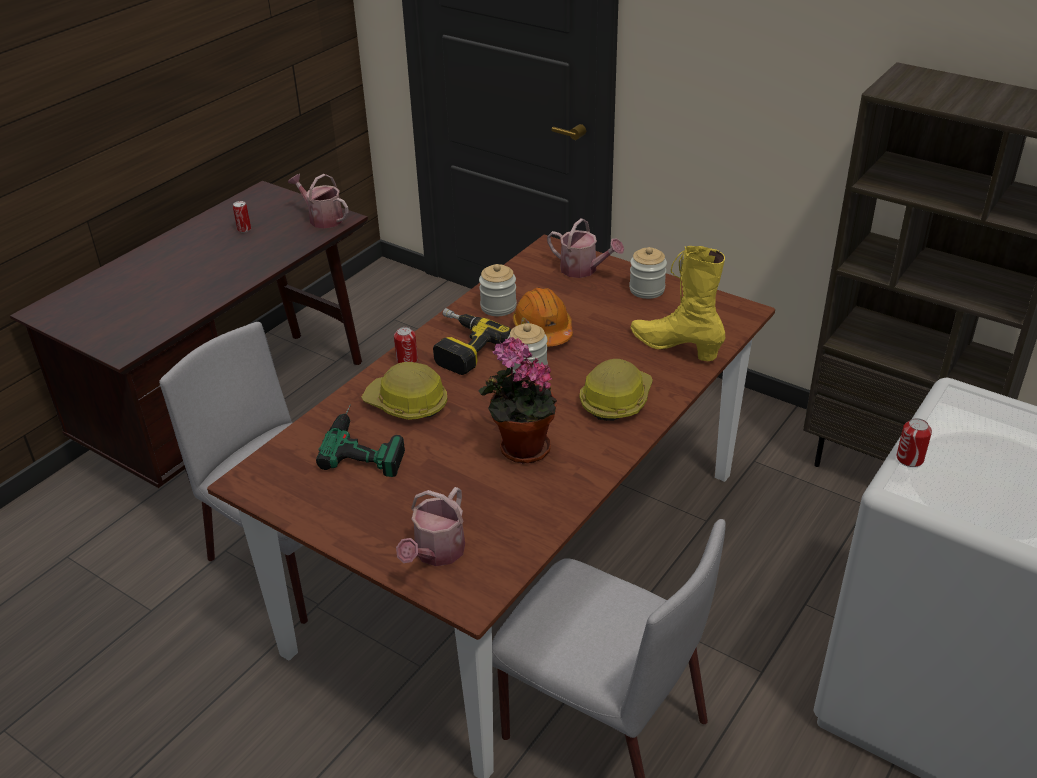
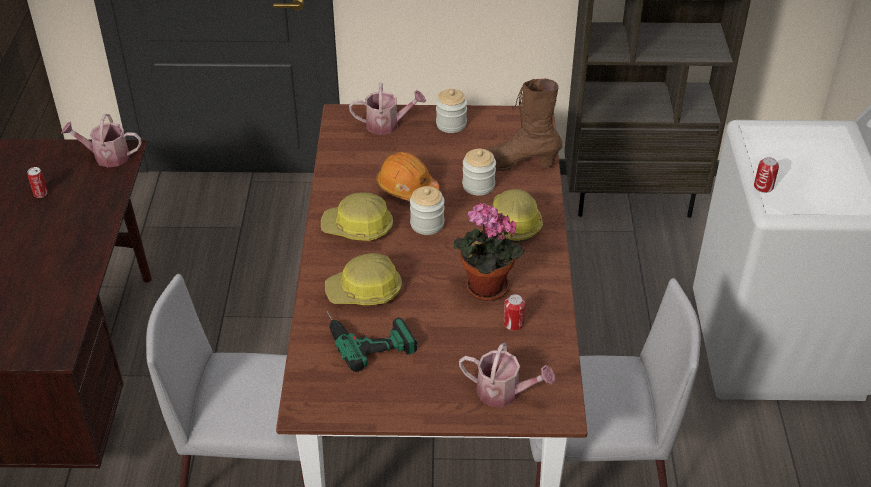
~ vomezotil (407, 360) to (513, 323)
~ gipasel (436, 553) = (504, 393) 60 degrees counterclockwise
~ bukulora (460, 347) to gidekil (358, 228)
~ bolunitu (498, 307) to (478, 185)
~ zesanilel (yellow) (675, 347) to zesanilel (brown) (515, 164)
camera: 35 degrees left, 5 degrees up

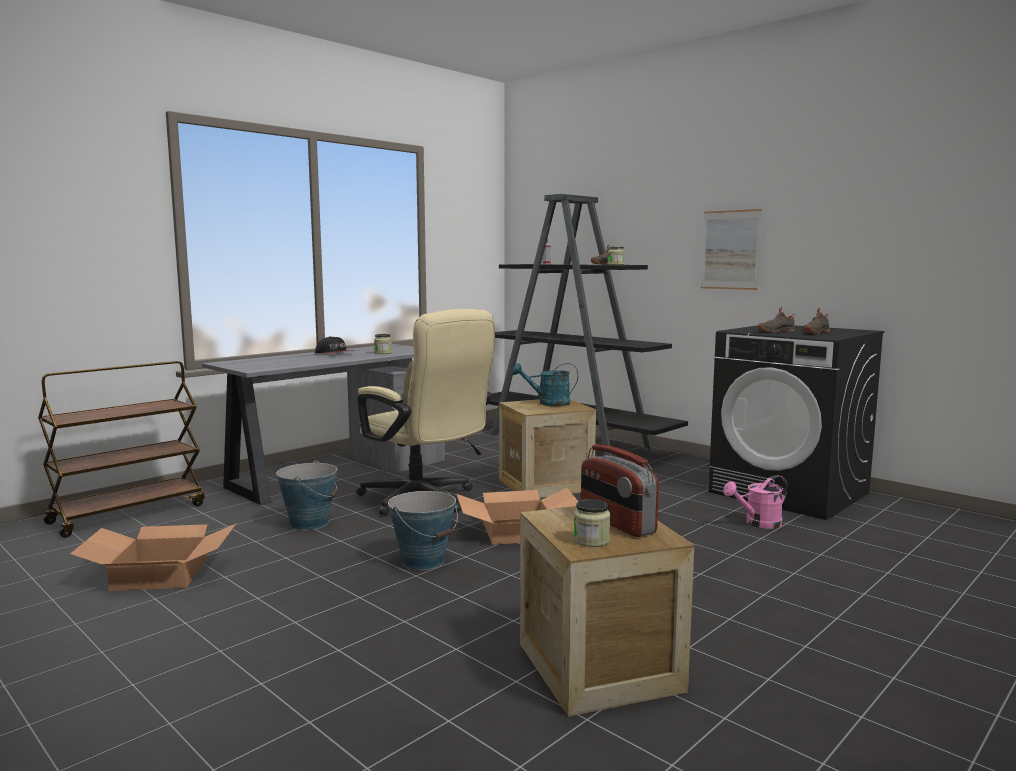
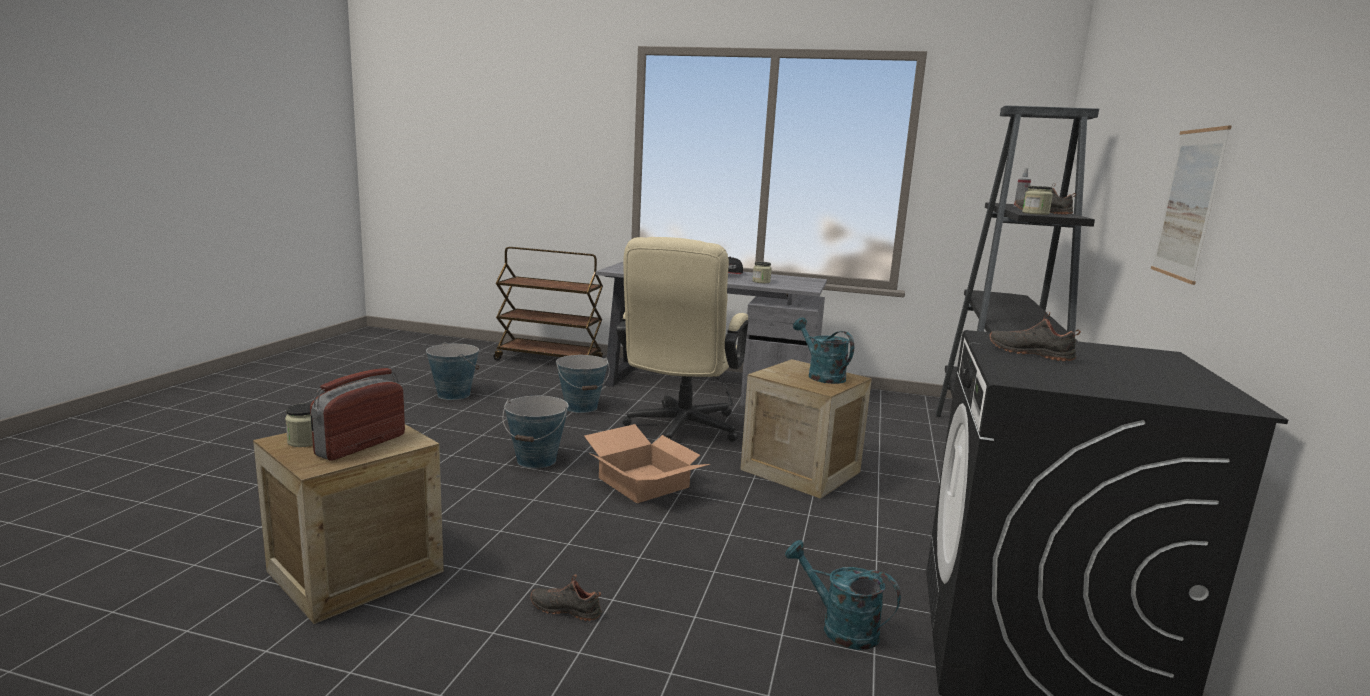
~ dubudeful (158, 575) to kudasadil (453, 394)
~ gipasel (pink) (758, 524) to gipasel (turquoise) (840, 627)
~ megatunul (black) (815, 332) to (566, 609)
camera: 60 degrees right, 5 degrees up

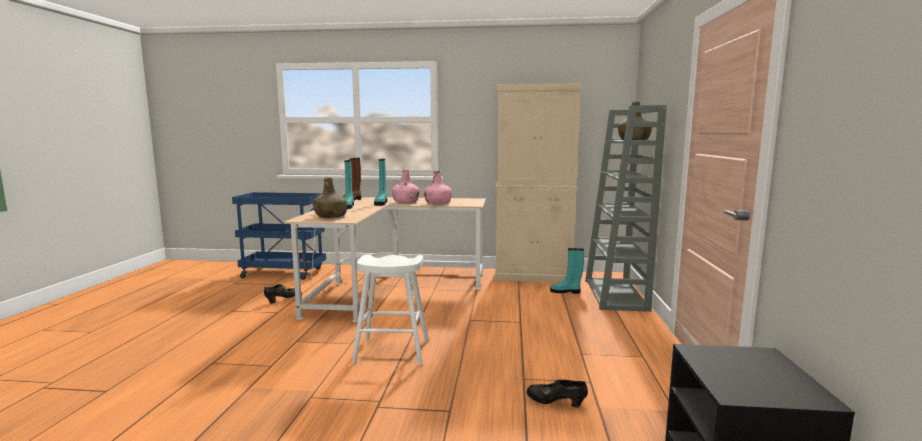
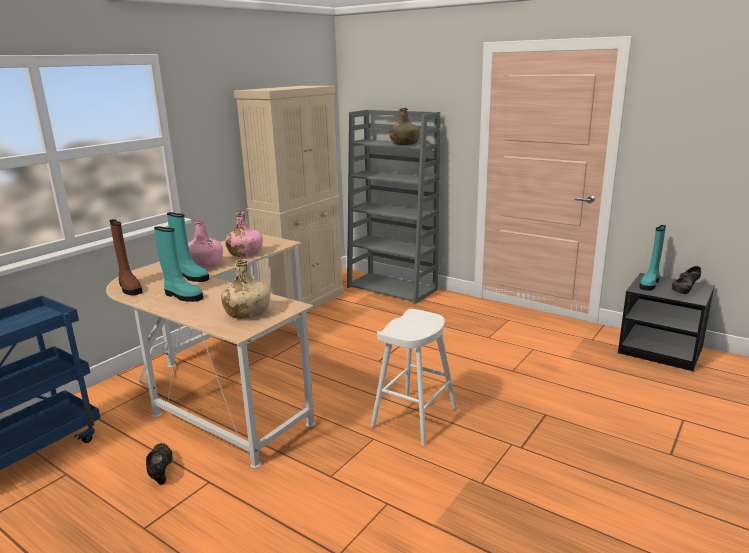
~ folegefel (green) (331, 216) to folegefel (beige) (247, 313)
~ megatunul (black) (556, 403) to (684, 291)
~ zesanilel (turquoise) (566, 291) to (649, 284)
camera: 60 degrees left, 10 degrees up

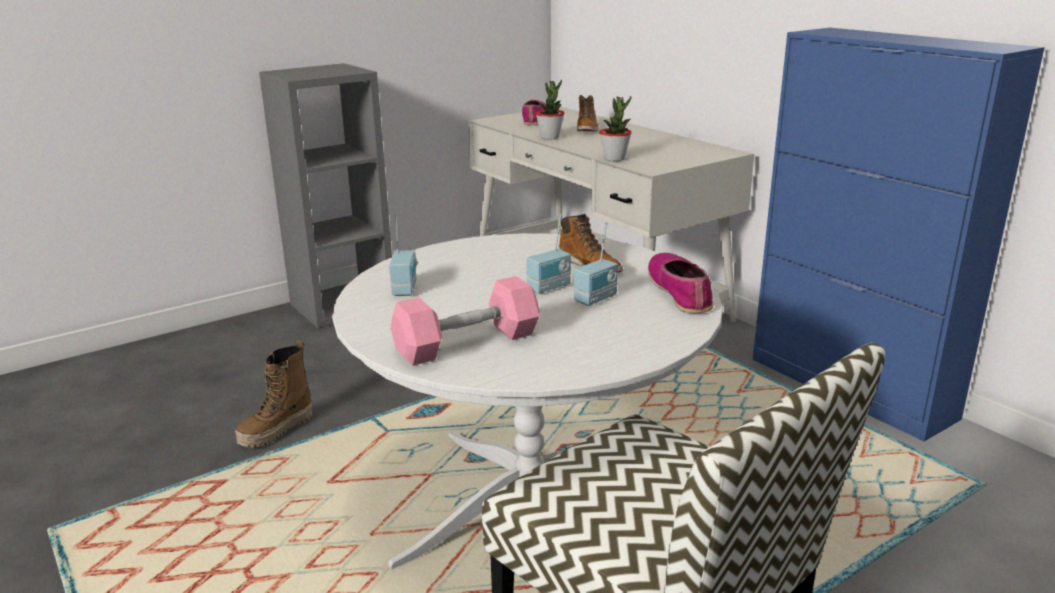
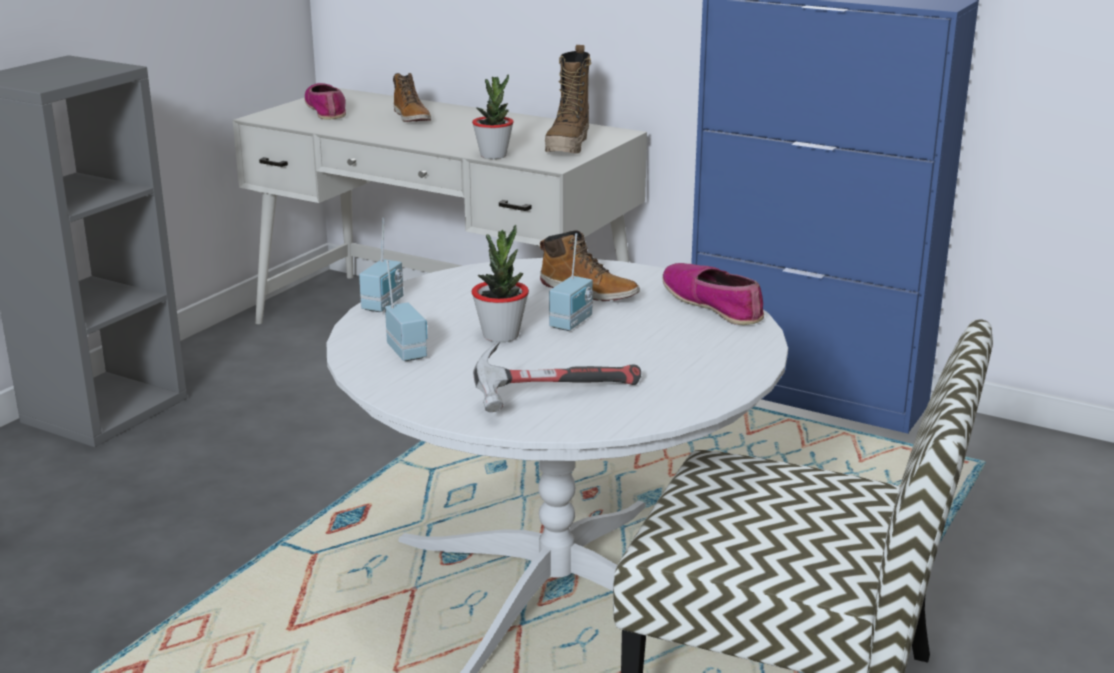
~ zesanilel (276, 431) to (568, 147)
~ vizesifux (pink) (467, 343) to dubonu (552, 397)
~ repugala (550, 137) to (501, 335)
~ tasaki (597, 299) to (384, 304)
camera: 25 degrees left, 0 degrees up

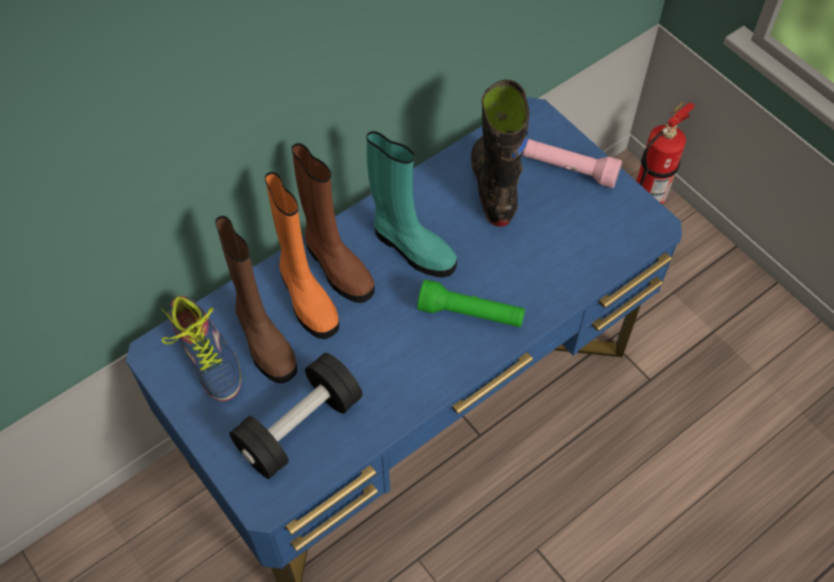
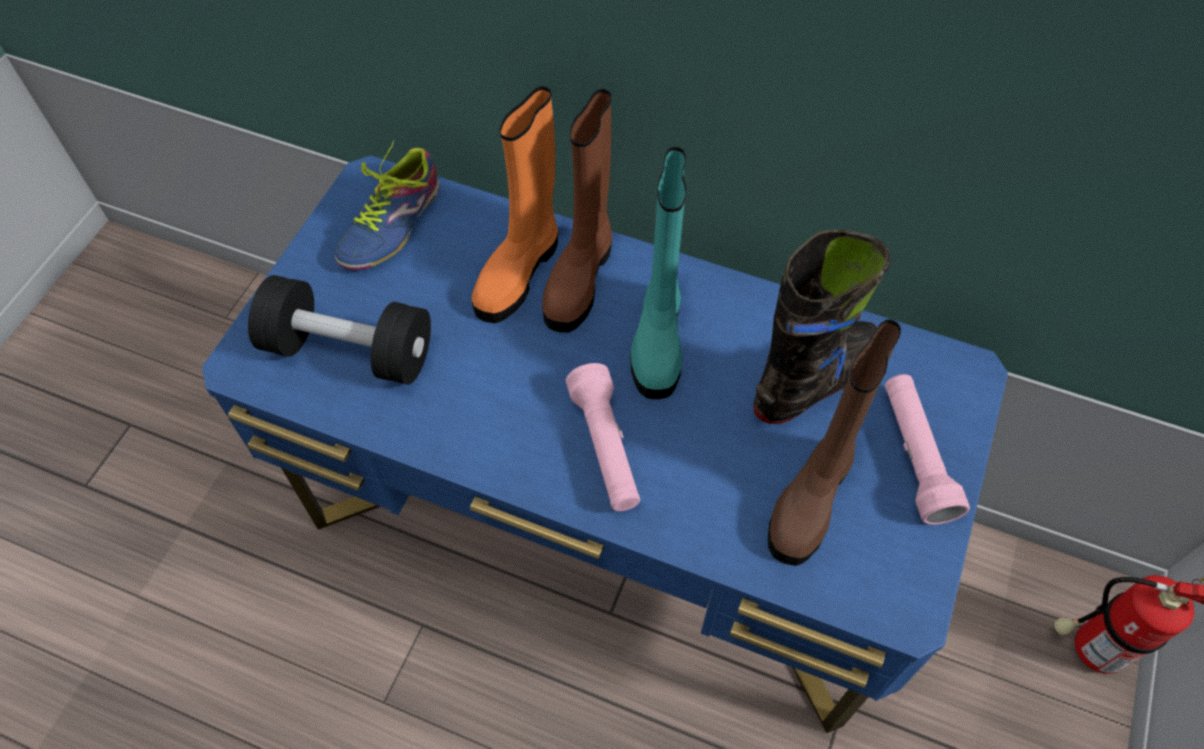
~ zesanilel (brown) (263, 340) to (812, 497)
~ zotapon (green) (471, 314) to zotapon (pink) (605, 448)
camera: 60 degrees right, 0 degrees up

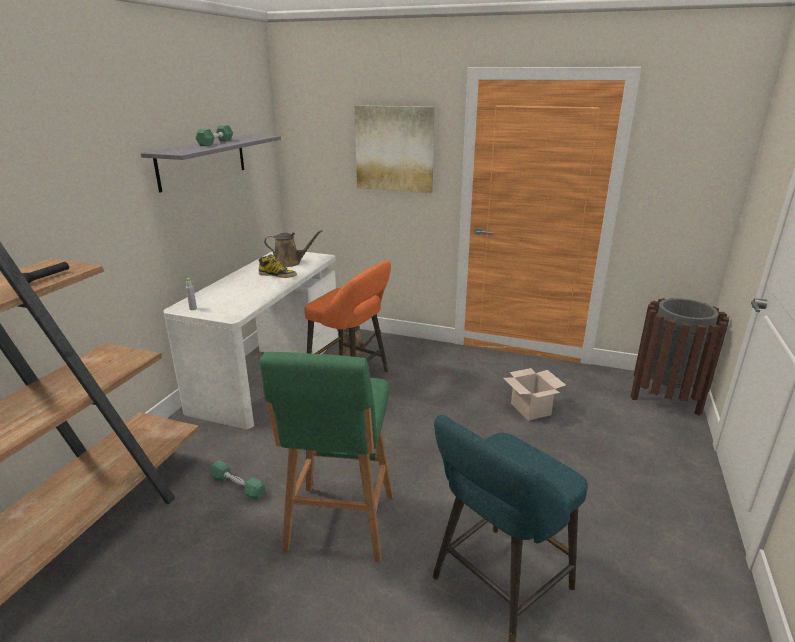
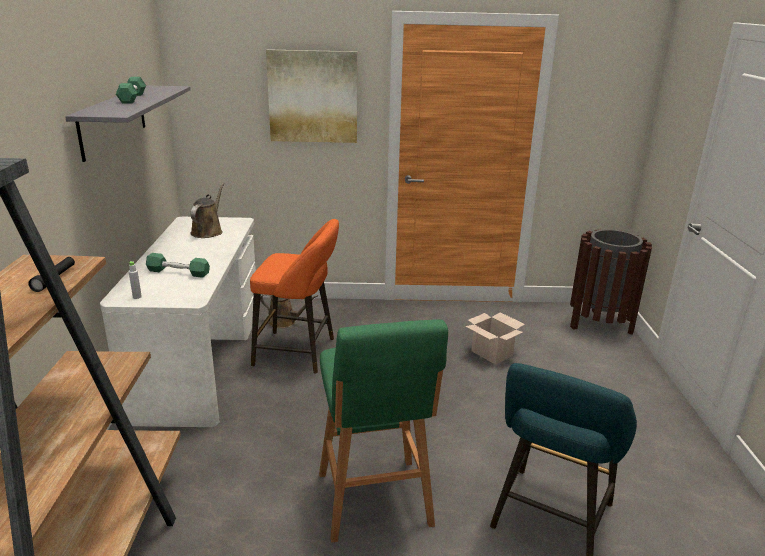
~ vizesifux (green) (238, 486) to (178, 272)
- zesanilel (278, 275)
~ gipasel (brown) (290, 263) = (208, 231) 60 degrees counterclockwise
camera: 20 degrees left, 0 degrees up

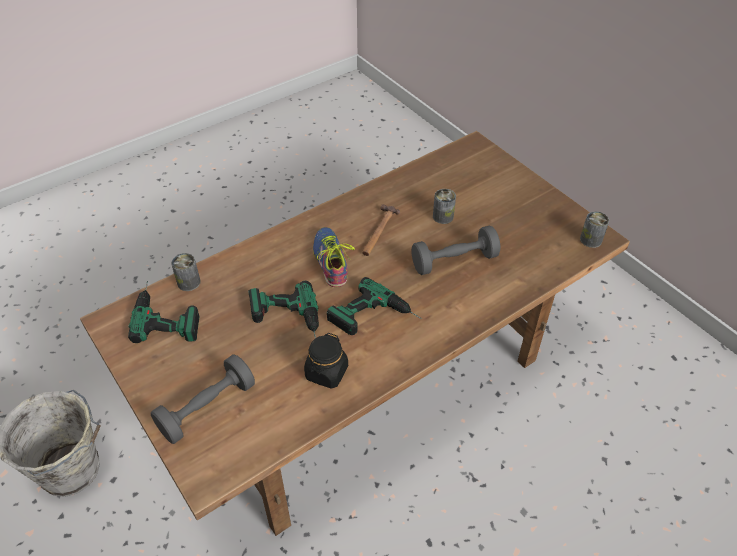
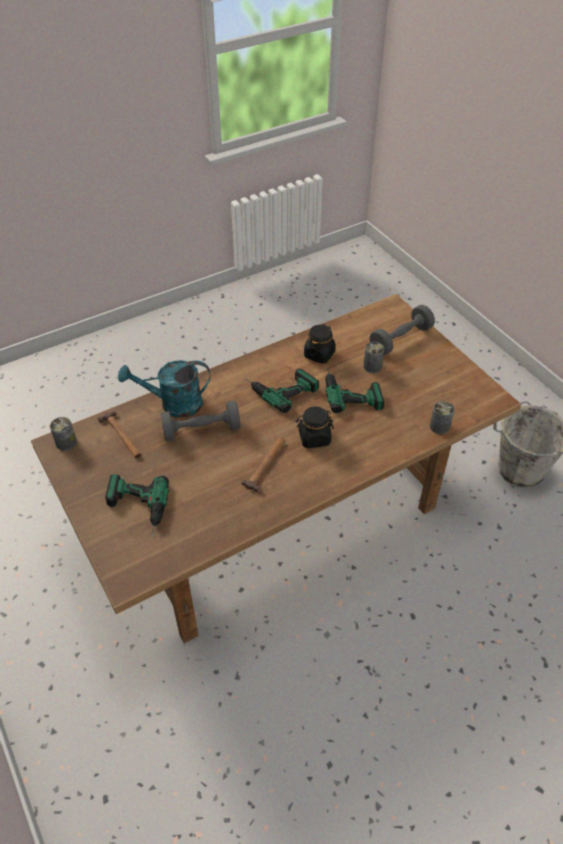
~ bukulora (167, 313) to (136, 510)
~ megatunul (330, 261) to bolunitu (black) (314, 438)
~ vomezotil (443, 216) to (372, 366)
+ dubonu (121, 436)
+ gipasel (turquoise) (173, 404)
camera: 175 degrees left, 0 degrees up

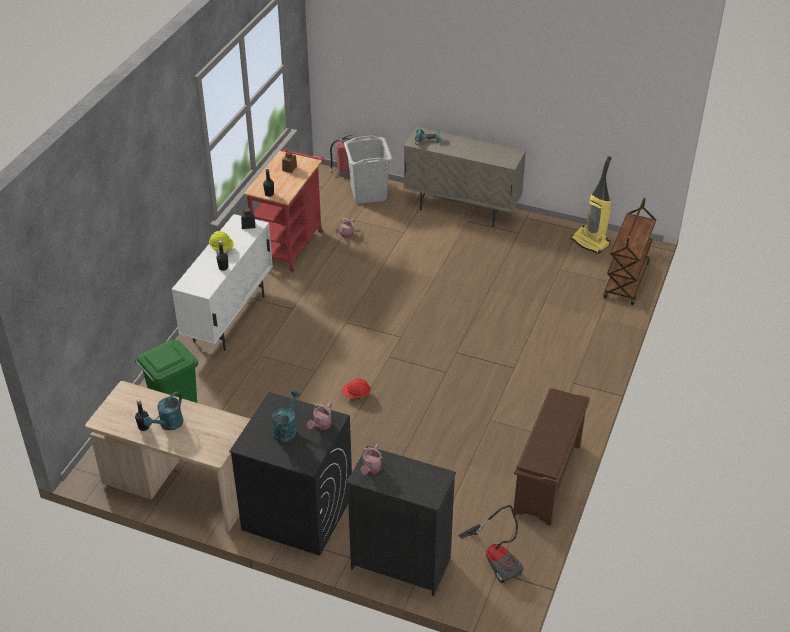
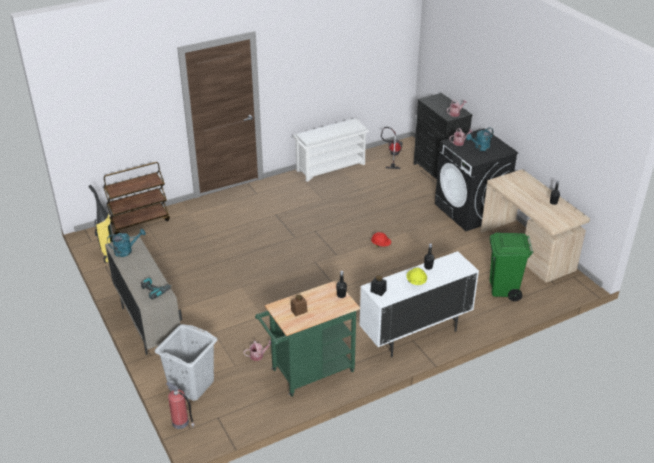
~ gipasel (turquoise) (168, 425) to (126, 251)
~ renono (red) (290, 243) to renono (green) (308, 373)
~ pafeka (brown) (548, 480) to pafeka (white) (331, 167)
camera: 140 degrees left, 5 degrees down

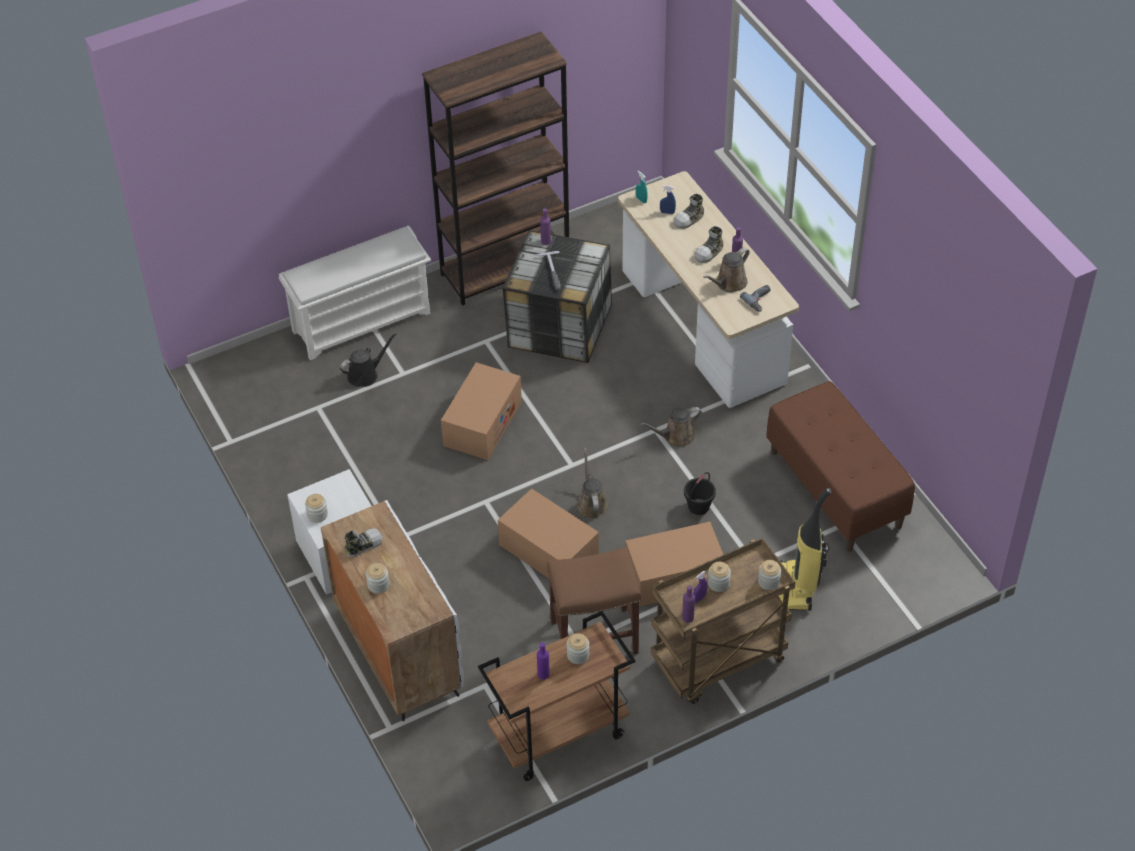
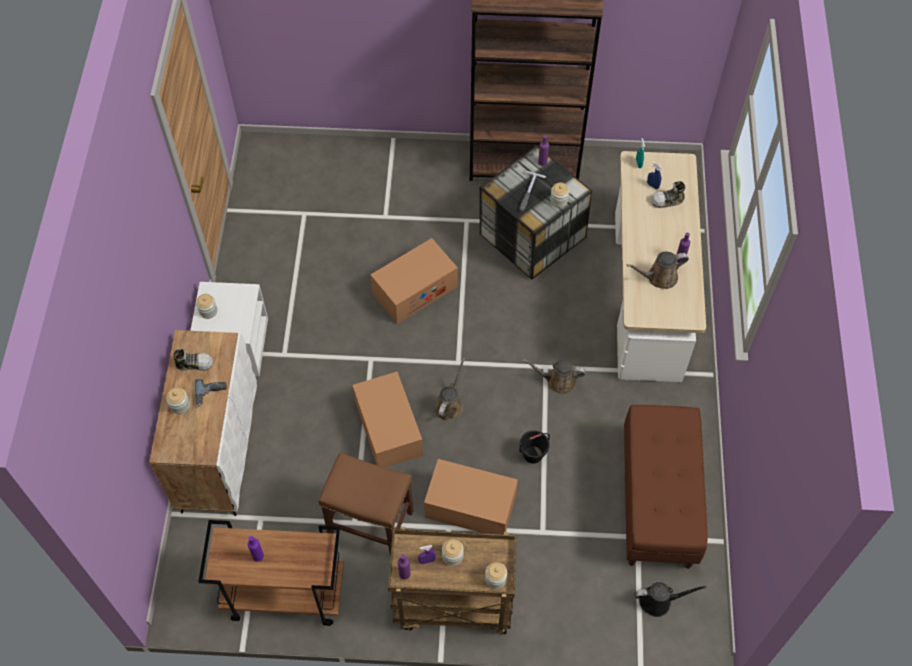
- pafeka (white) (362, 321)
~ gipasel (black) (365, 374) to (659, 601)
~ bolunitu (578, 655) to (559, 200)
- megatunul (709, 252)
~ bukulora (760, 300) to (211, 394)
- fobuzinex (796, 588)
camera: 30 degrees right, 10 degrees up

